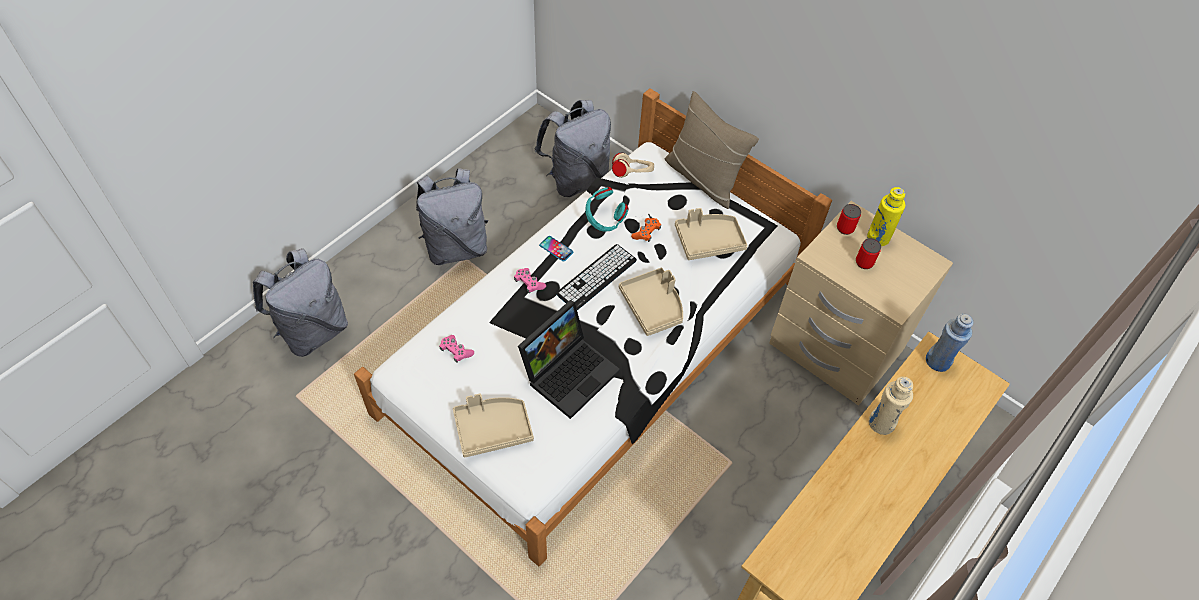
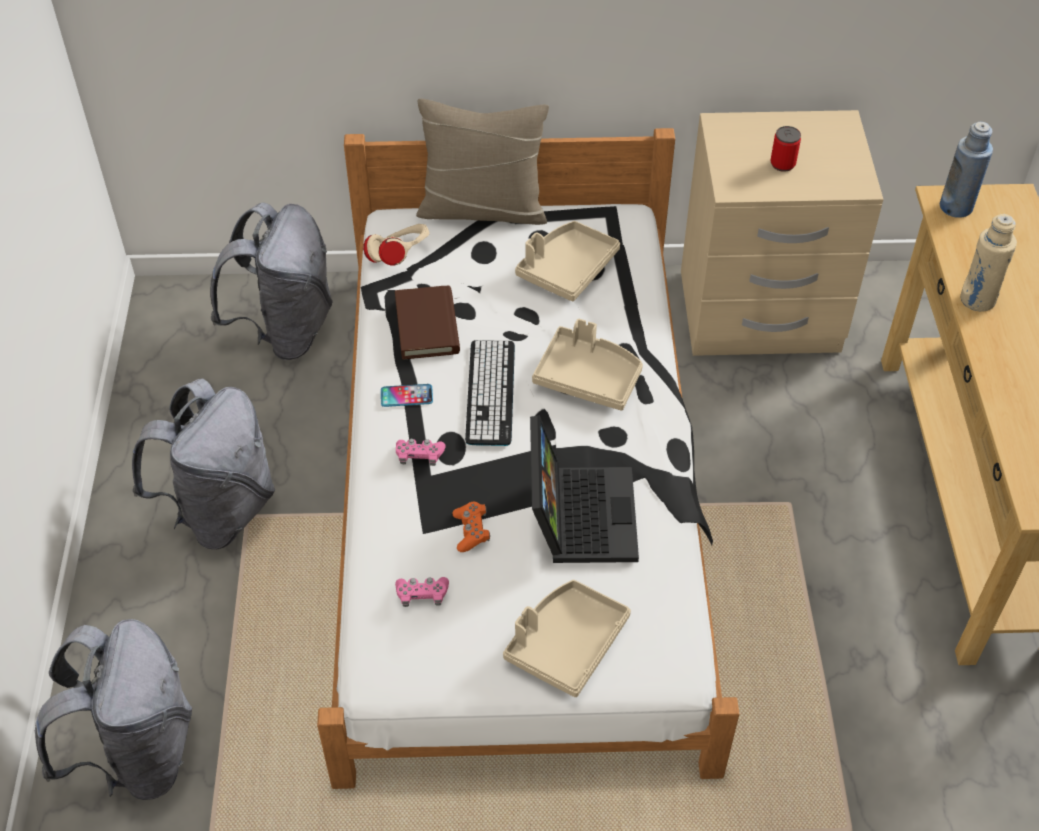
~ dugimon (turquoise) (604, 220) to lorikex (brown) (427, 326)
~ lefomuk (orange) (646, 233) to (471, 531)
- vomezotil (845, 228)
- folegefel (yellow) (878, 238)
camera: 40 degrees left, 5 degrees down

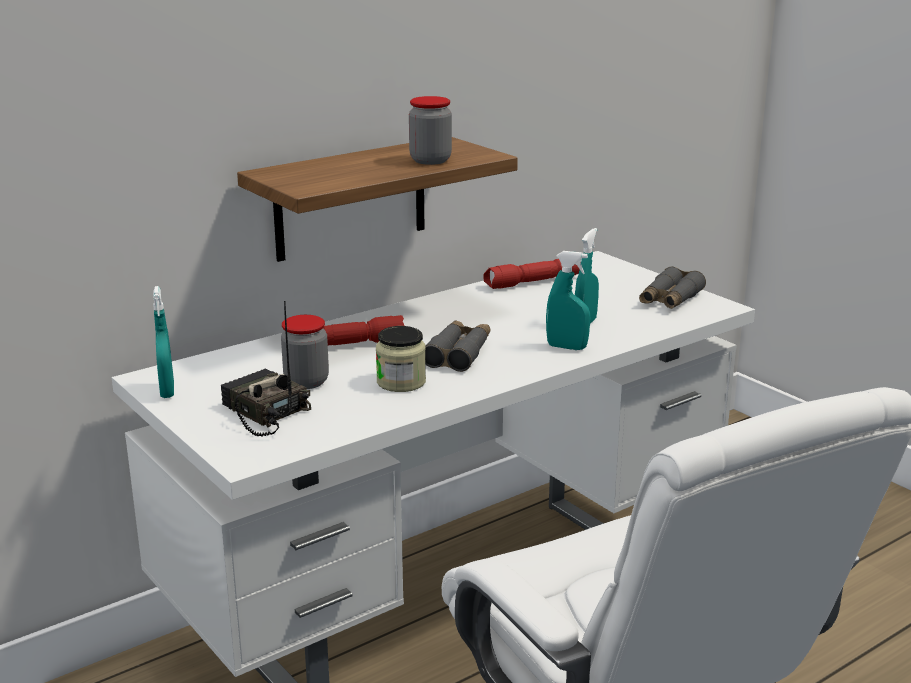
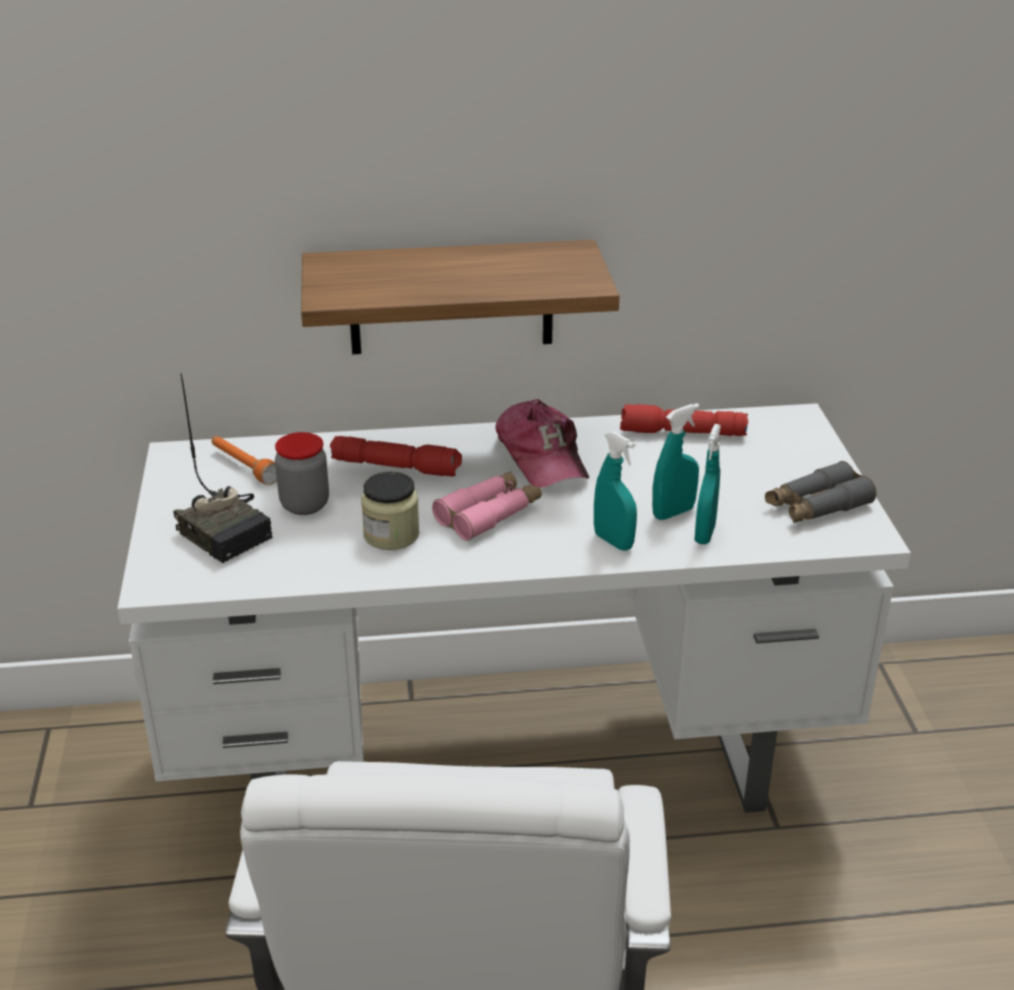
~ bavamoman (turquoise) (167, 391) to (704, 534)
~ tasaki (263, 412) = (228, 531) 150 degrees clockwise
- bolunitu (430, 160)
~ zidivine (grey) (458, 354) to zidivine (pink) (489, 514)
+ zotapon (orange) (243, 466)
+ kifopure (542, 457)
camera: 30 degrees right, 10 degrees up

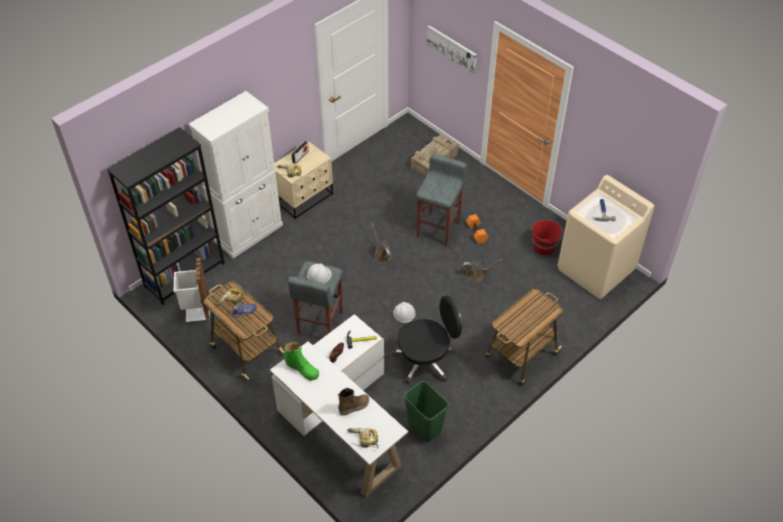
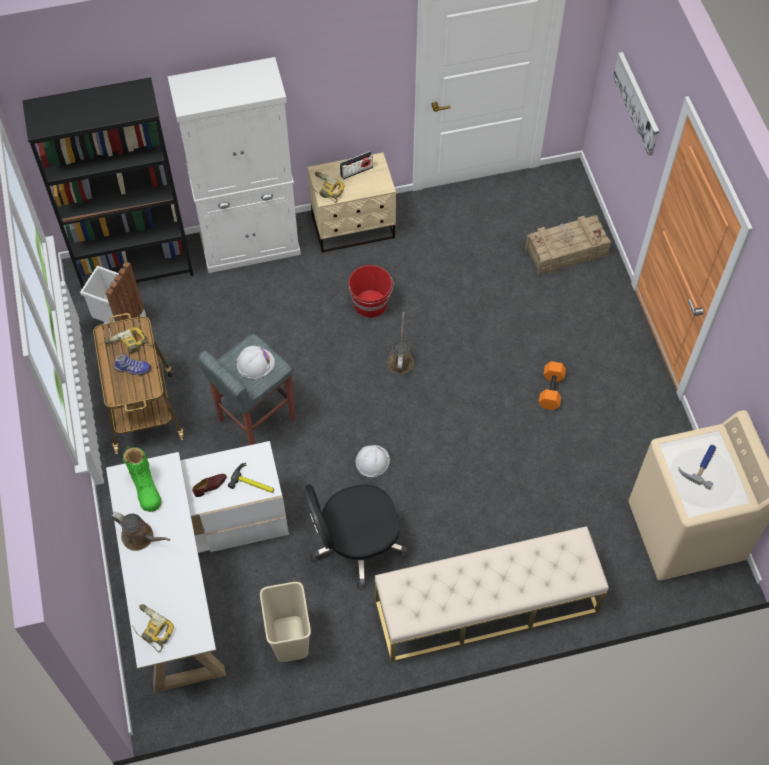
- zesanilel (354, 406)
~ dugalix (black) (426, 360) = (355, 545) 150 degrees clockwise
~ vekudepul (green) (424, 427) to vekudepul (beige) (289, 638)
- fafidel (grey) (439, 229)
~ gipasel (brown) (477, 274) to (140, 537)
~ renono (521, 356) to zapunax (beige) (486, 606)
~ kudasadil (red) (544, 247) to (371, 304)
camera: 30 degrees right, 10 degrees up

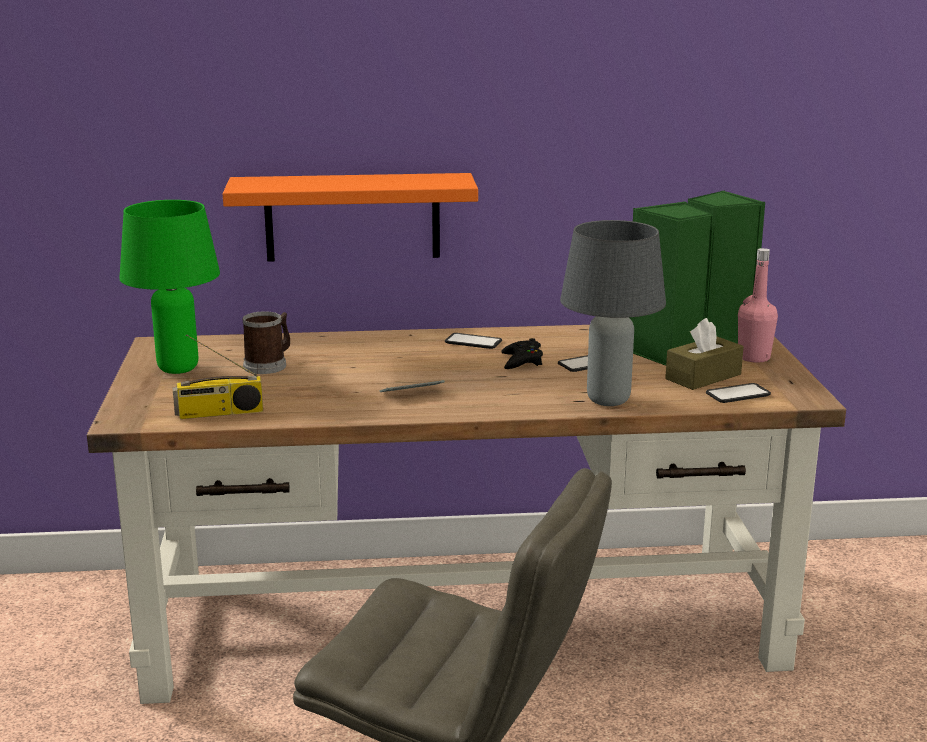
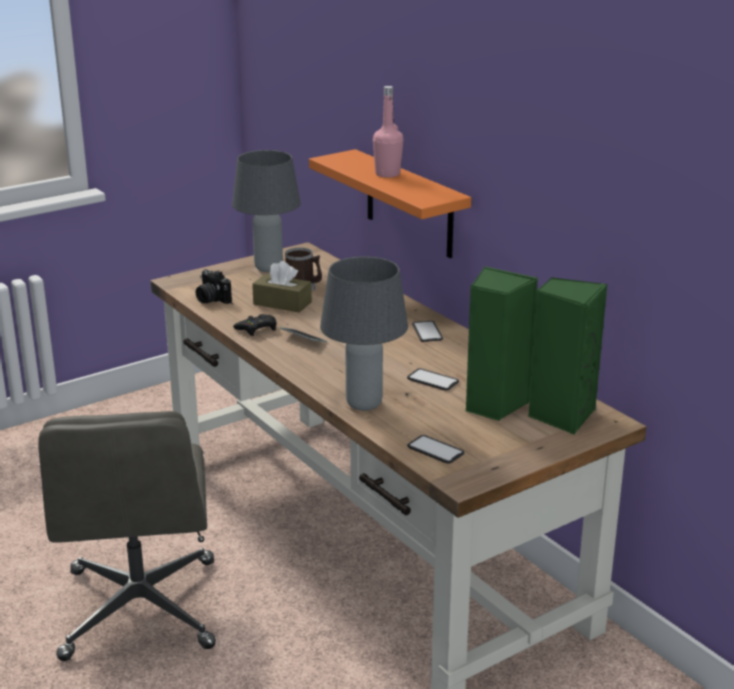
~ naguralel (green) (179, 368) to naguralel (grey) (268, 268)
~ tasaki (219, 413) to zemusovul (211, 299)
~ lefomuk (black) (522, 361) to (257, 329)
~ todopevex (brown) (703, 377) to (282, 303)
~ folegefel (pink) (754, 357) to (387, 174)
camera: 60 degrees right, 5 degrees up

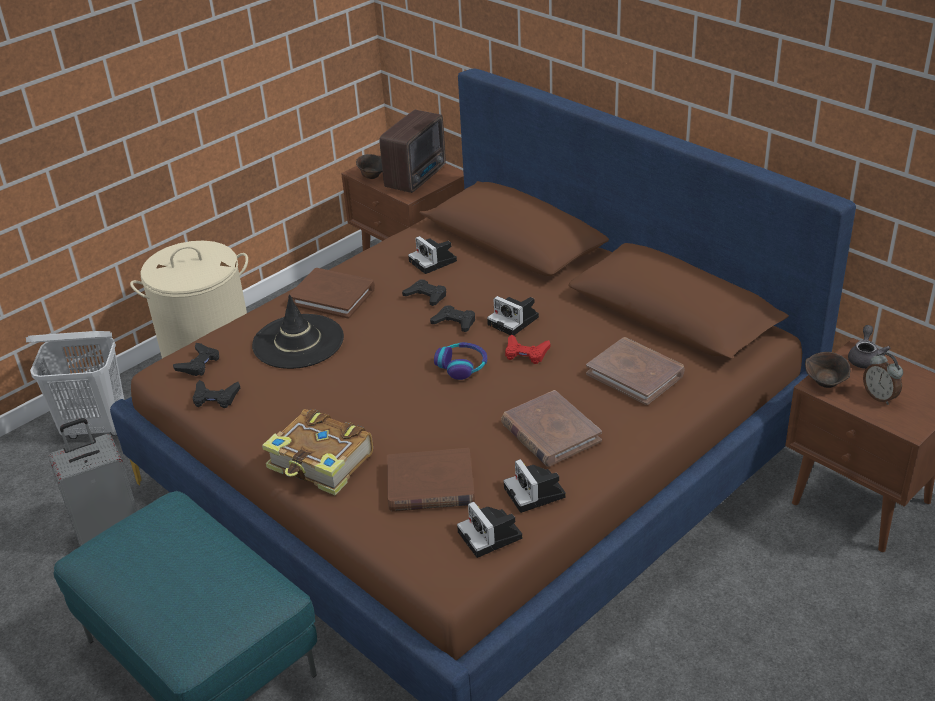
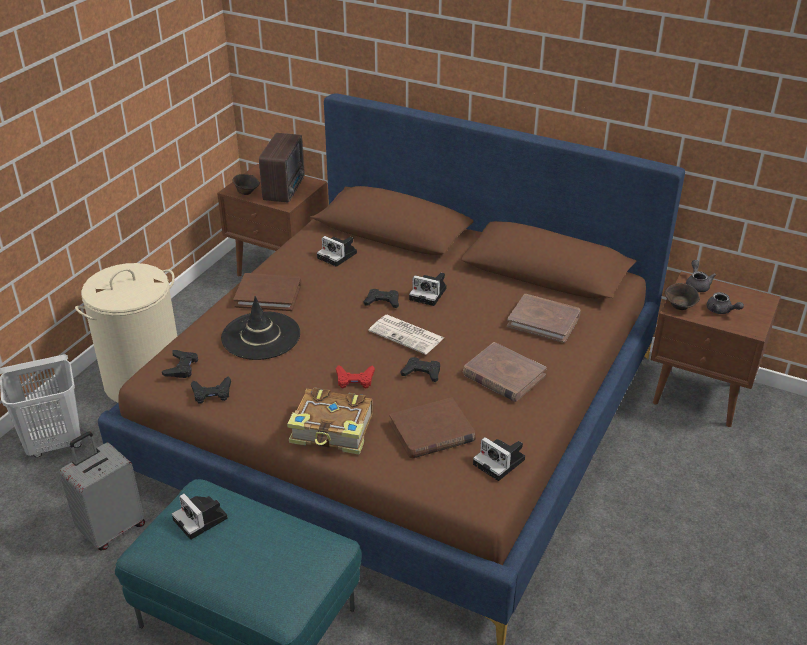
~ lefomuk (black) (426, 296) to (422, 373)
~ dugimon (462, 366) to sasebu (407, 335)
~ zemusovul (536, 494) to (202, 520)
~ lefomuk (red) (526, 353) to (355, 380)
~ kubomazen (880, 397) to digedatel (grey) (721, 311)
camera: 20 degrees left, 0 degrees up

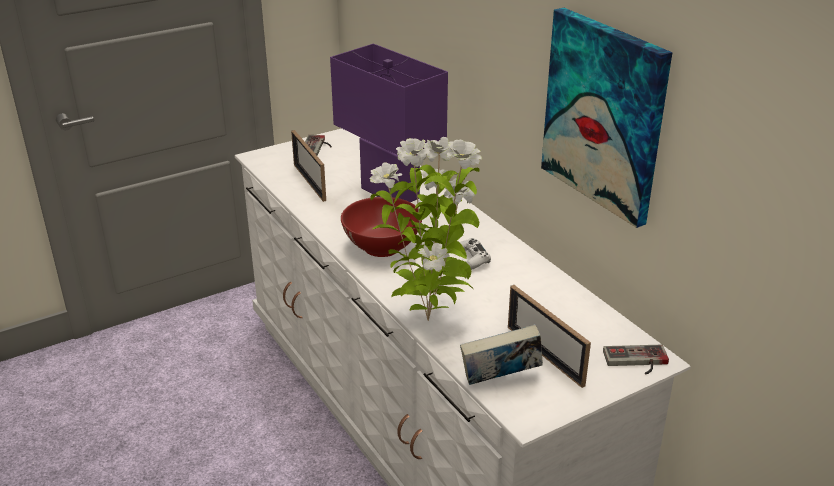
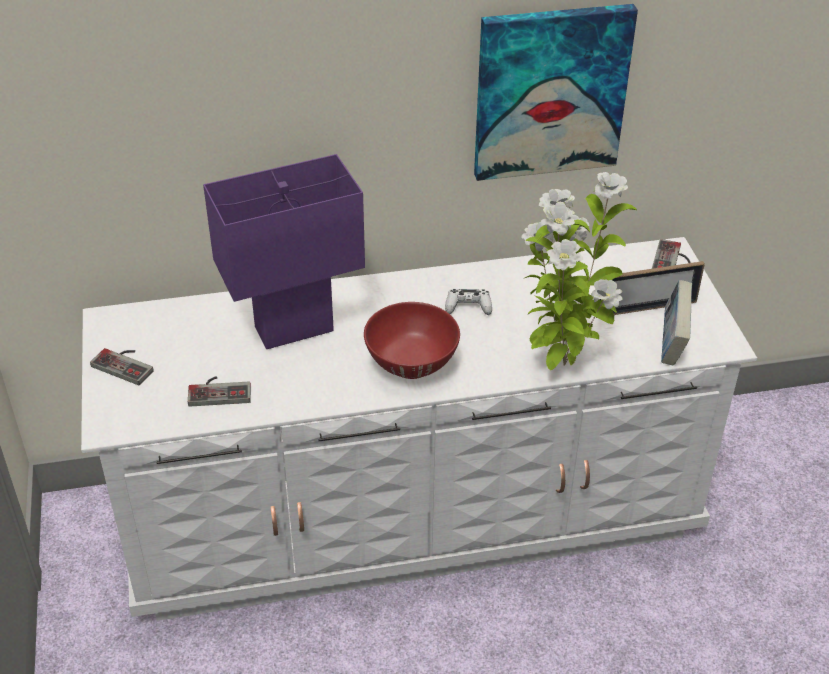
~ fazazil (309, 182) to lefomuk (220, 390)
camera: 70 degrees left, 10 degrees up

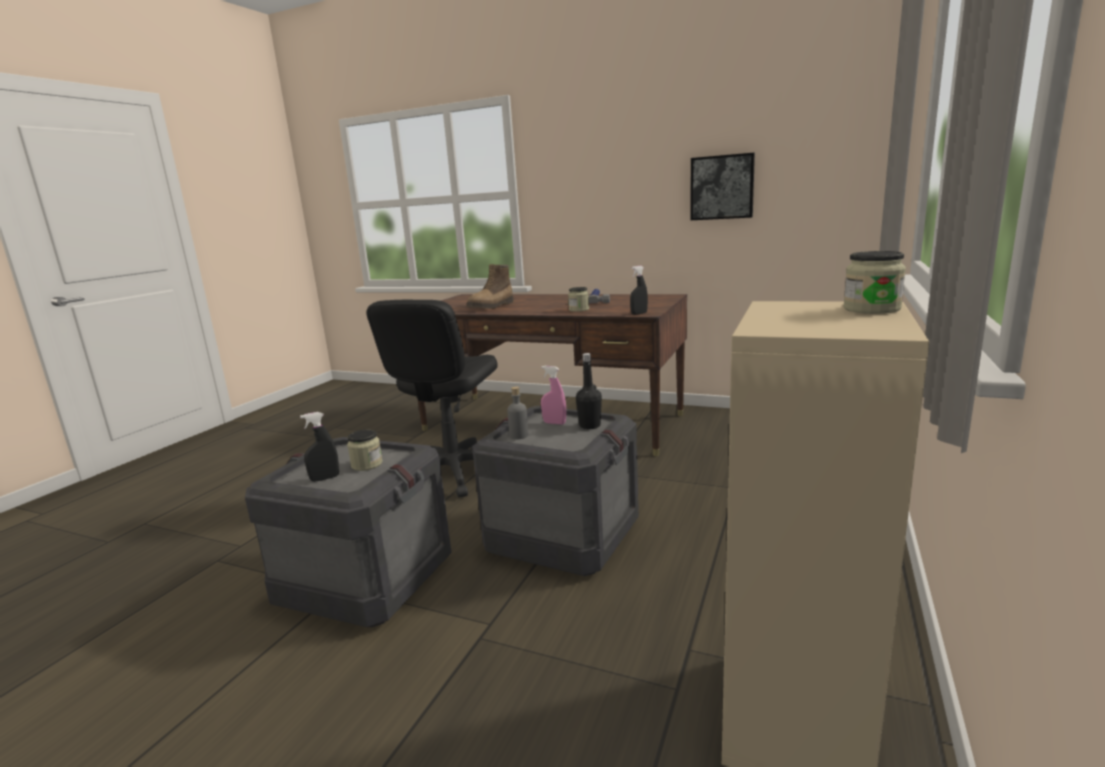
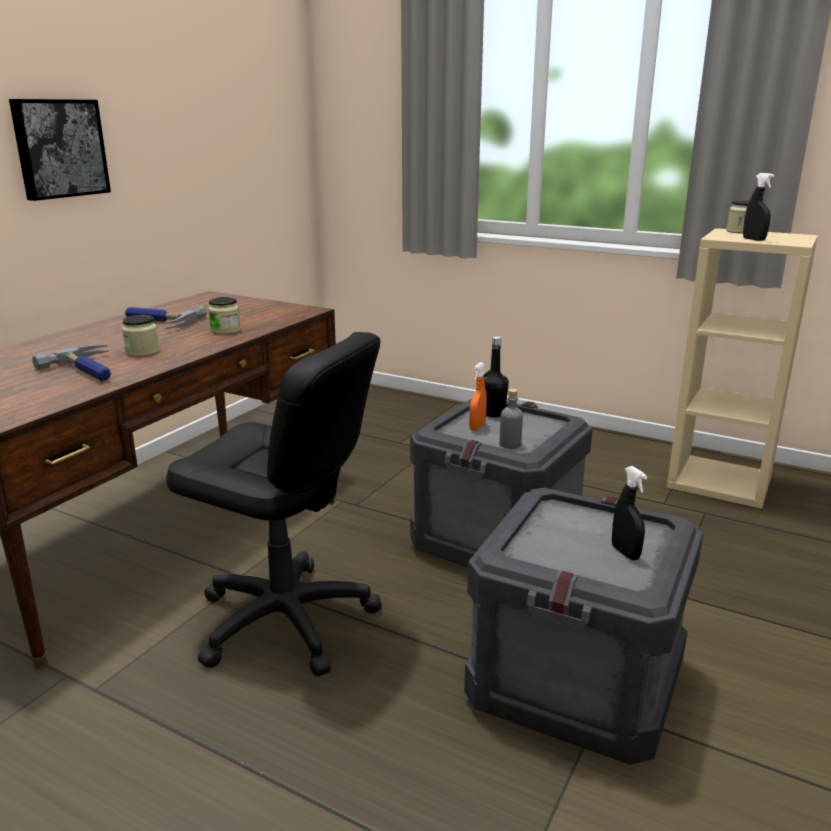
~ bolunitu (367, 464) to (142, 352)
~ zesanilel (492, 307) to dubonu (89, 370)
~ bavamoman (pink) (554, 423) to bavamoman (orange) (477, 427)
~ bavamoman (black) (639, 313) to (754, 239)
~ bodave (722, 187) to (59, 148)
camera: 85 degrees left, 5 degrees up

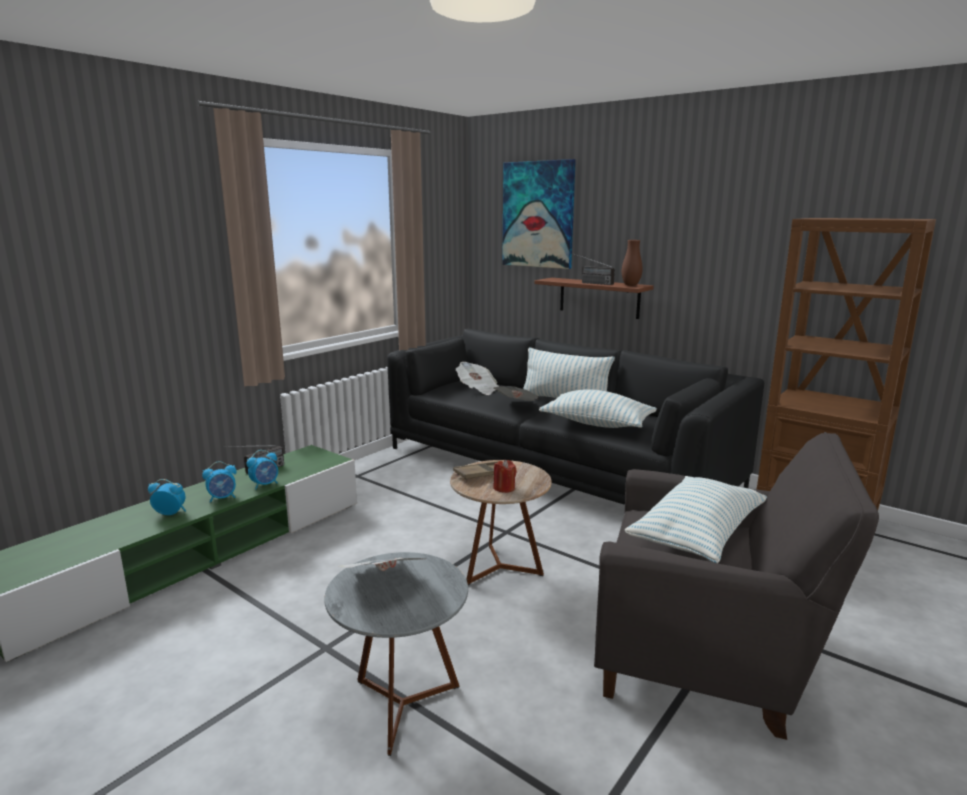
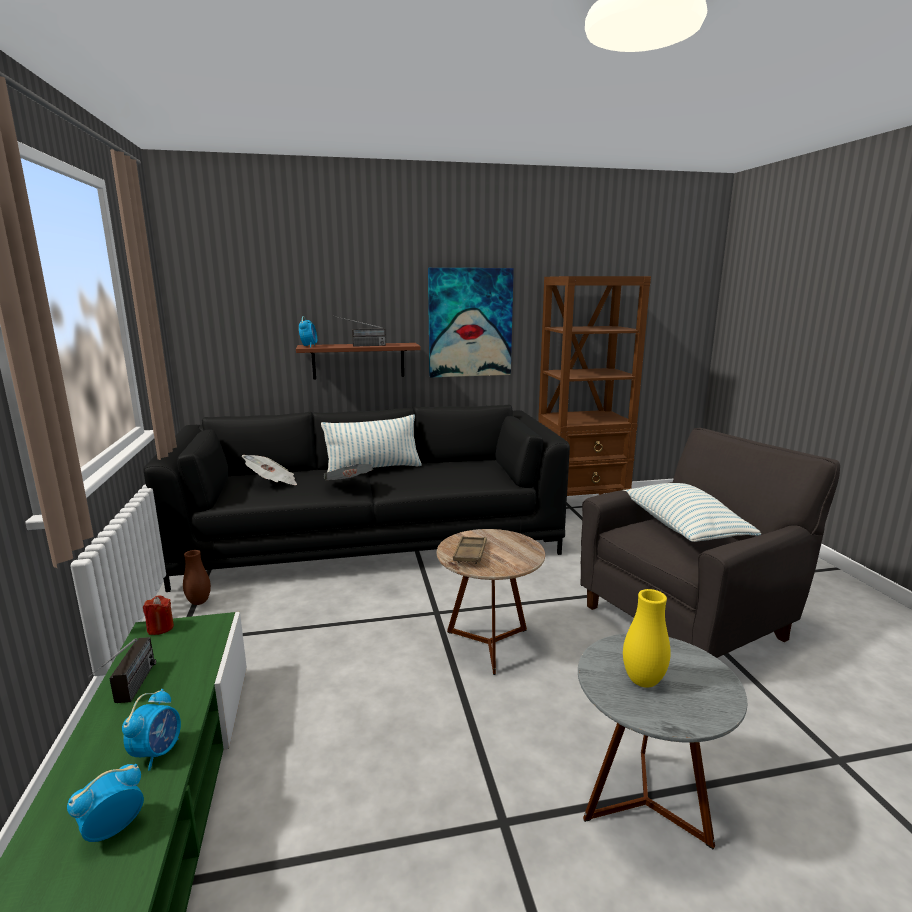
~ kubomazen (265, 485) to (309, 346)
~ sasebu (384, 583) to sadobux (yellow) (643, 681)
~ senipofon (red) (504, 488) to (160, 628)
~ bodave (538, 215) to (470, 323)
- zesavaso (597, 424)
~ sadobux (brown) (631, 285) to (199, 602)
camera: 50 degrees left, 0 degrees up

